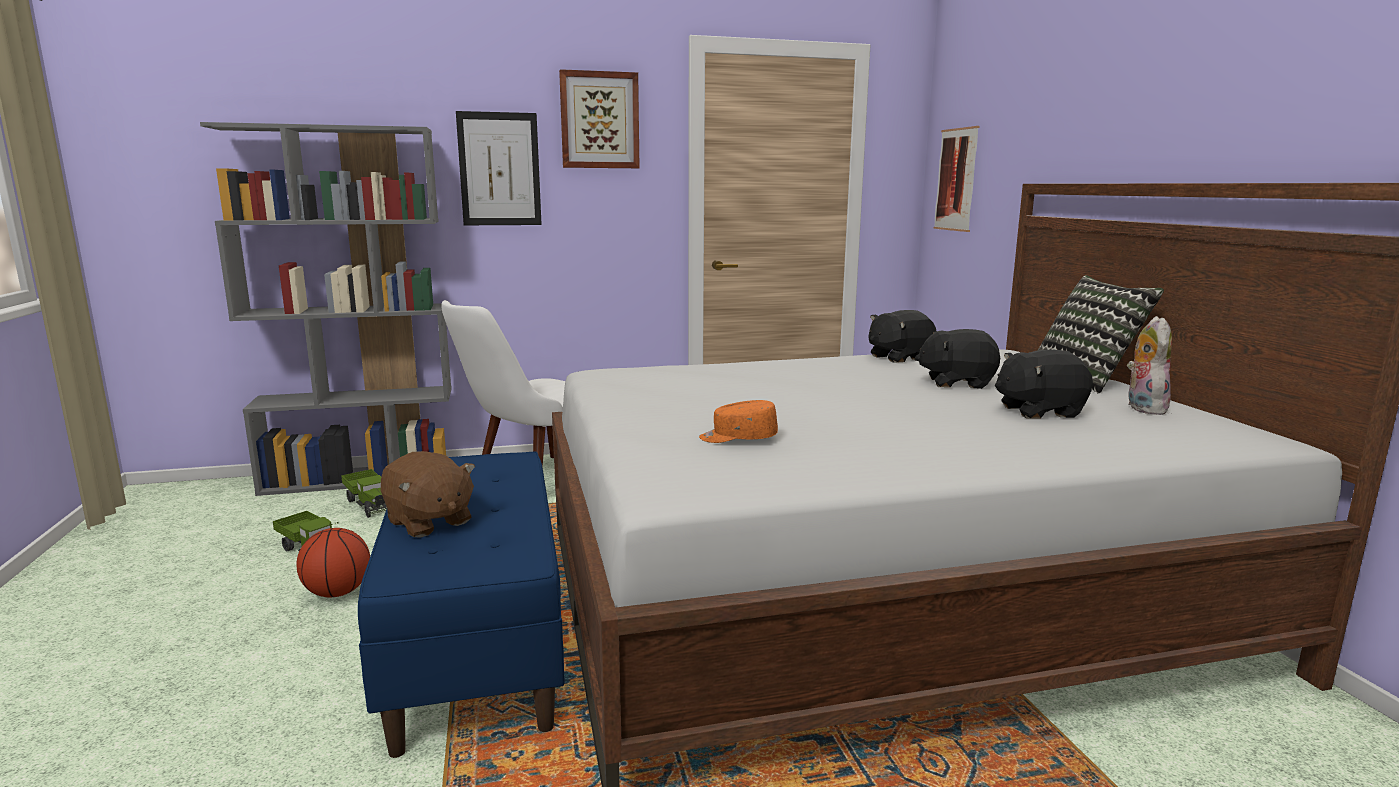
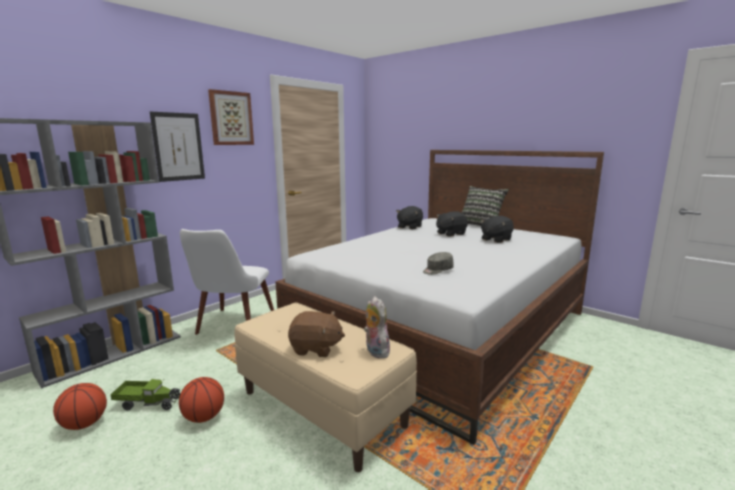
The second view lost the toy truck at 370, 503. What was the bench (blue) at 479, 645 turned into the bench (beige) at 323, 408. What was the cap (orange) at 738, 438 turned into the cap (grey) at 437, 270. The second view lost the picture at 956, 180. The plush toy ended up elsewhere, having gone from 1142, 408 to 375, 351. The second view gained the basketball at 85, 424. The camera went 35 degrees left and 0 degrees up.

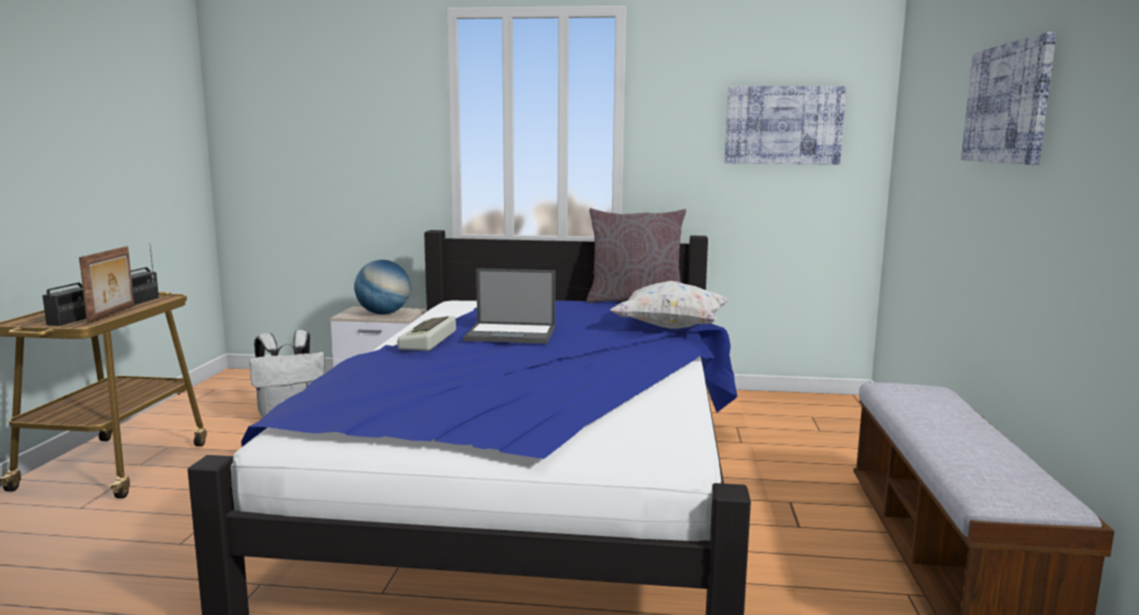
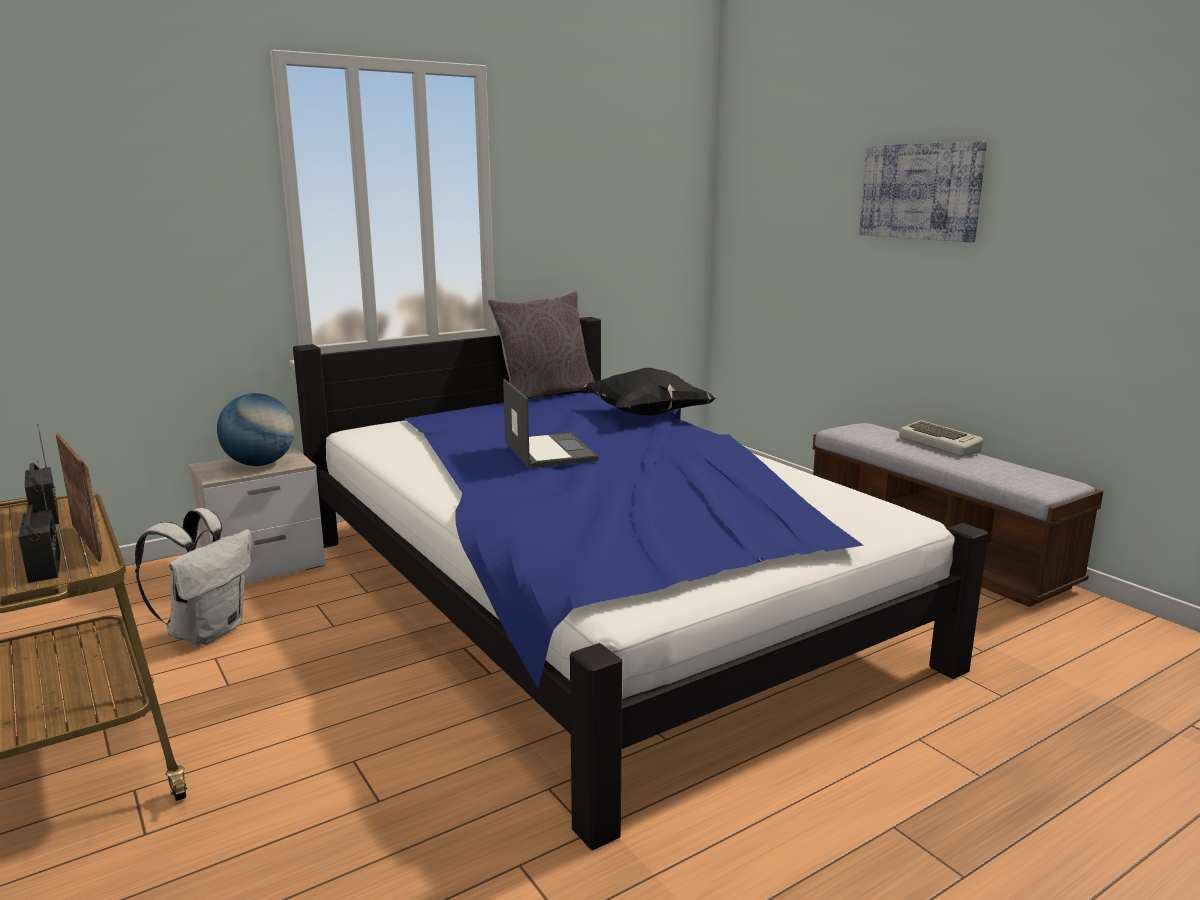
The keyboard ended up elsewhere, having gone from 430, 340 to 941, 445. The laptop at 512, 334 ended up facing another way, 75 degrees counterclockwise from before. What was the pillow (white) at 670, 328 turned into the pillow (black) at 646, 415. The second view lost the picture at 783, 125. The camera went 40 degrees left and 5 degrees up.

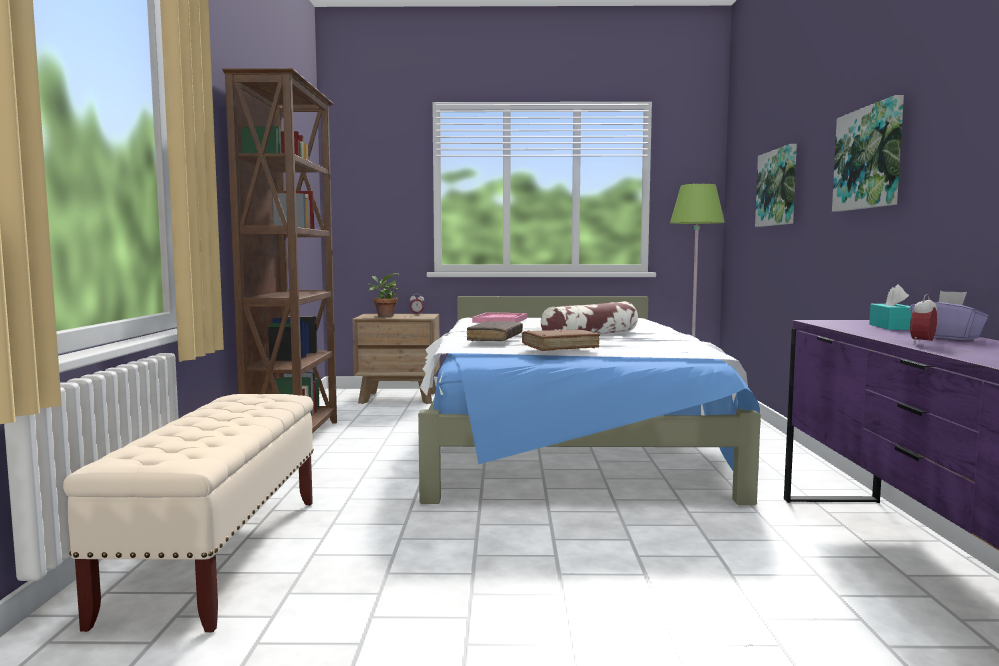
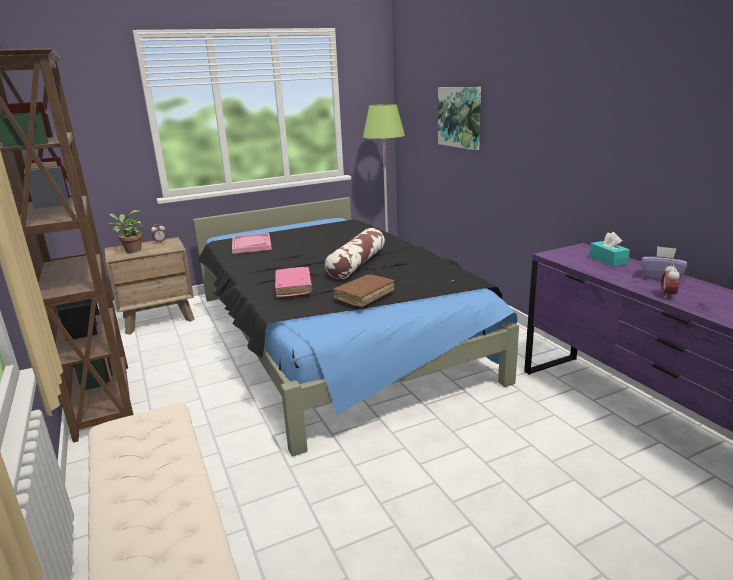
What was the bed (white) at 565, 434 turned into the bed (black) at 333, 335. What was the book (brown) at 495, 338 turned into the book (pink) at 293, 287. The second view lost the picture at 869, 158. The camera went 25 degrees left and 15 degrees up.

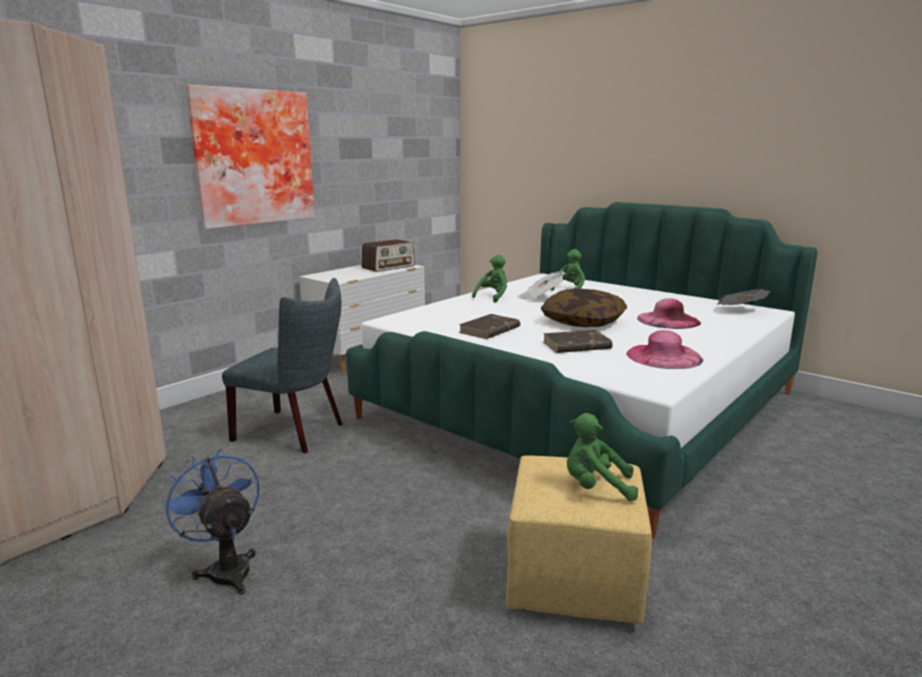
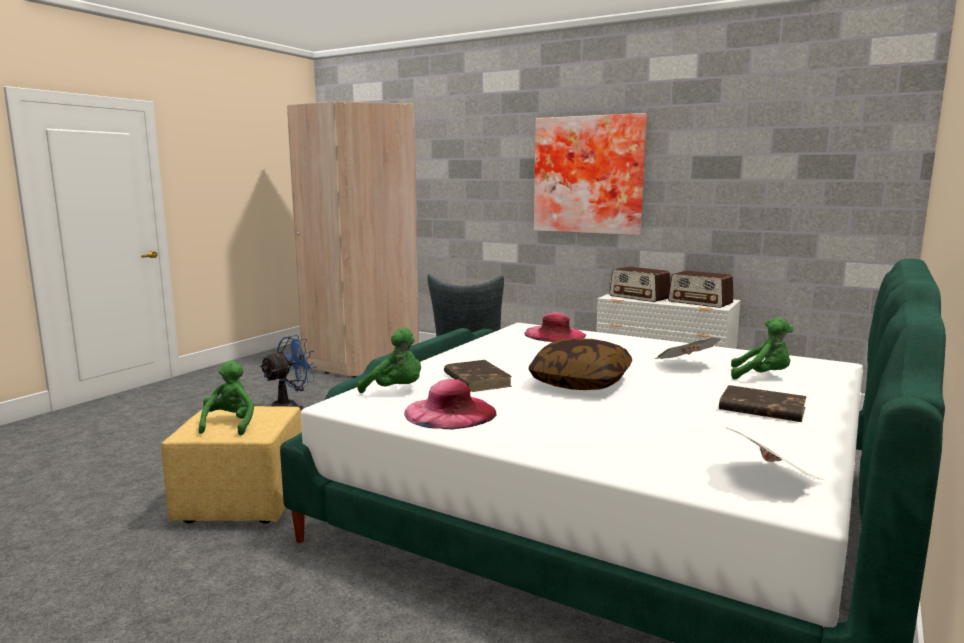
The book (brown) ended up elsewhere, having gone from 489, 330 to 761, 408. The plush toy (green) ended up elsewhere, having gone from 493, 297 to 396, 390. The hat (pink) ended up elsewhere, having gone from 668, 320 to 555, 334. The second view gained the radio at 639, 297. The camera went 80 degrees right and 5 degrees down.

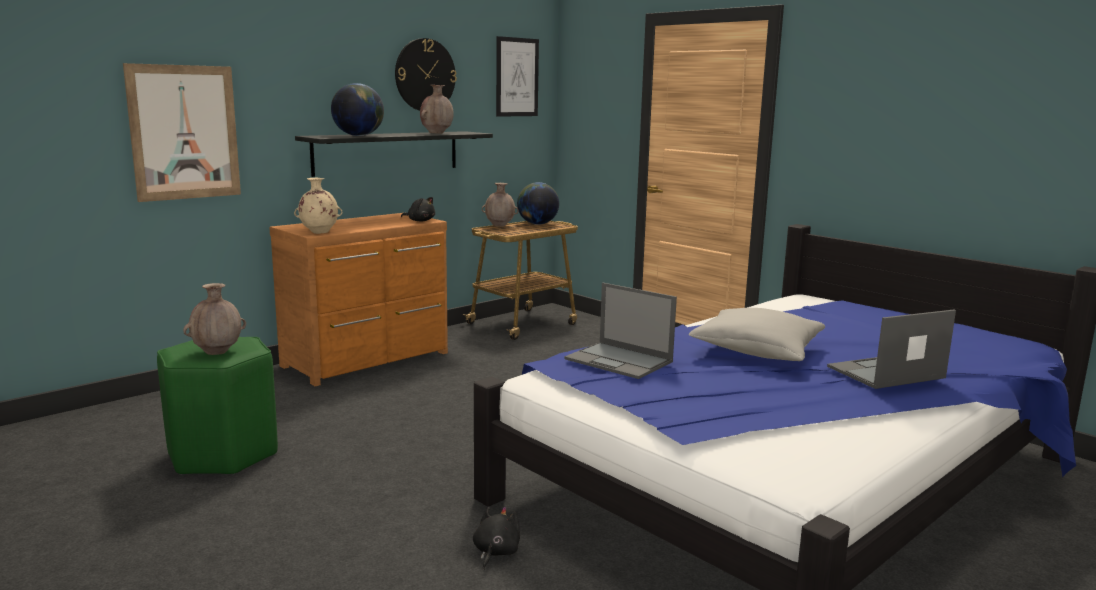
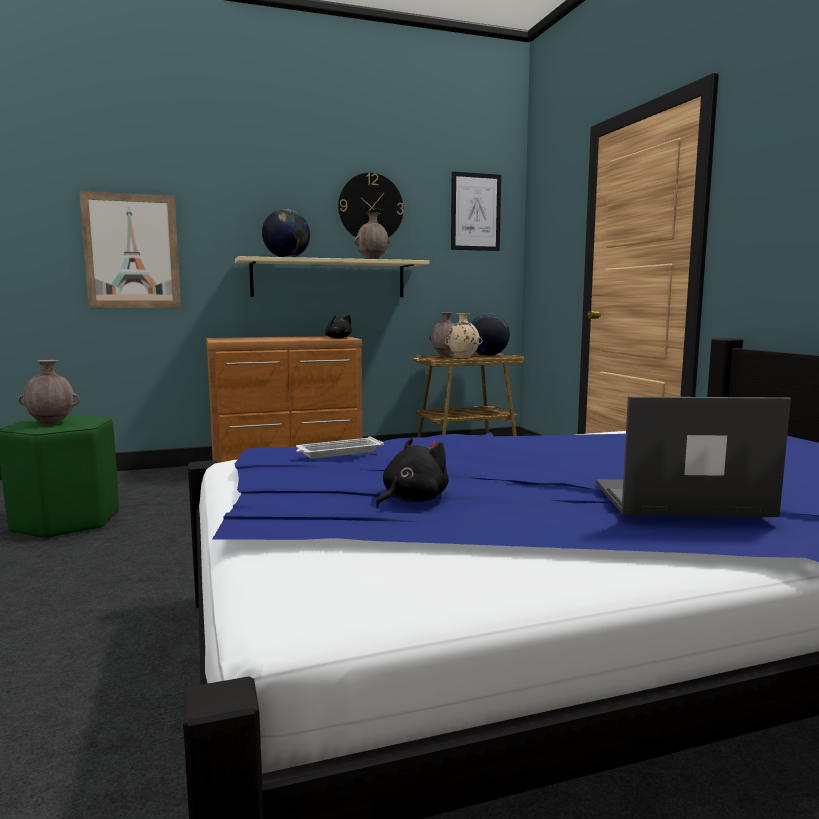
The vase (beige) ended up elsewhere, having gone from 319, 233 to 463, 358. What was the shelf (black) at 387, 152 turned into the shelf (beige) at 329, 279. The plush toy (black) ended up elsewhere, having gone from 495, 552 to 411, 500. Where the laptop stood at 620, 361, the tray (white) came to stand at 338, 453. The second view lost the pillow (grey) at 756, 351. The camera went 25 degrees right and 5 degrees down.

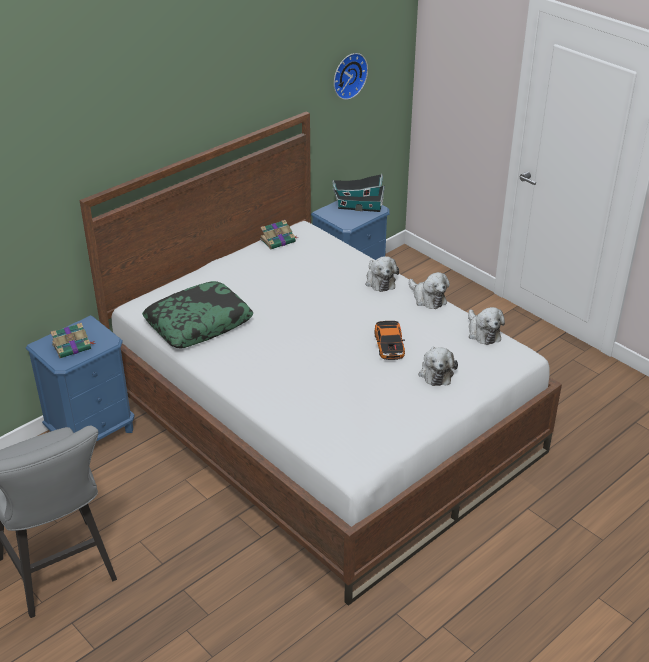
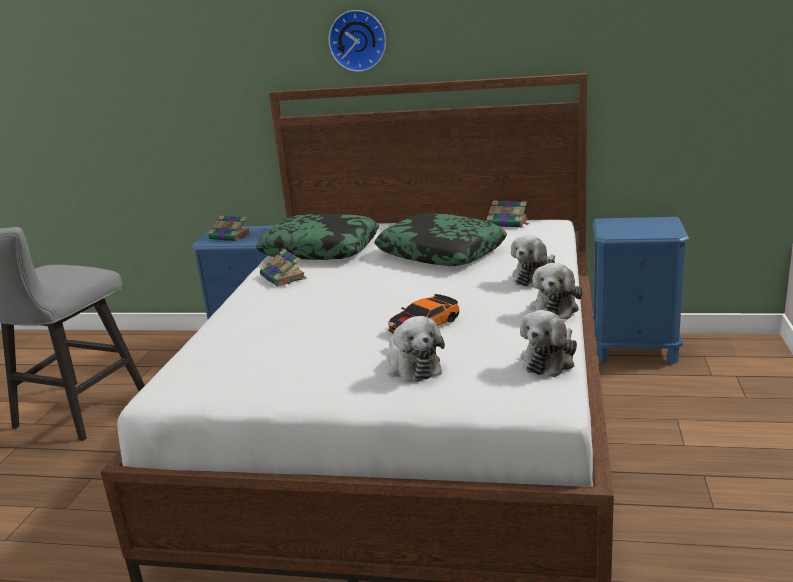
The second view lost the toy house at 358, 207. The wall clock ended up elsewhere, having gone from 348, 75 to 358, 40. The plush toy at 436, 372 ended up facing another way, 75 degrees counterclockwise from before. The second view gained the book at 283, 277. The second view gained the pillow at 440, 252. The camera went 55 degrees right and 15 degrees down.

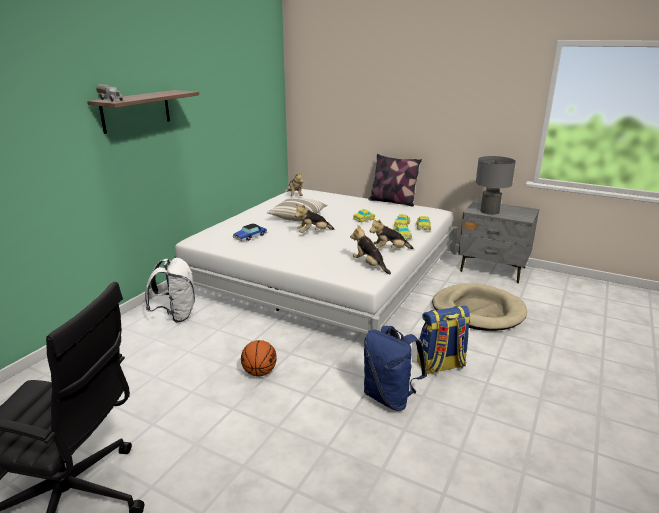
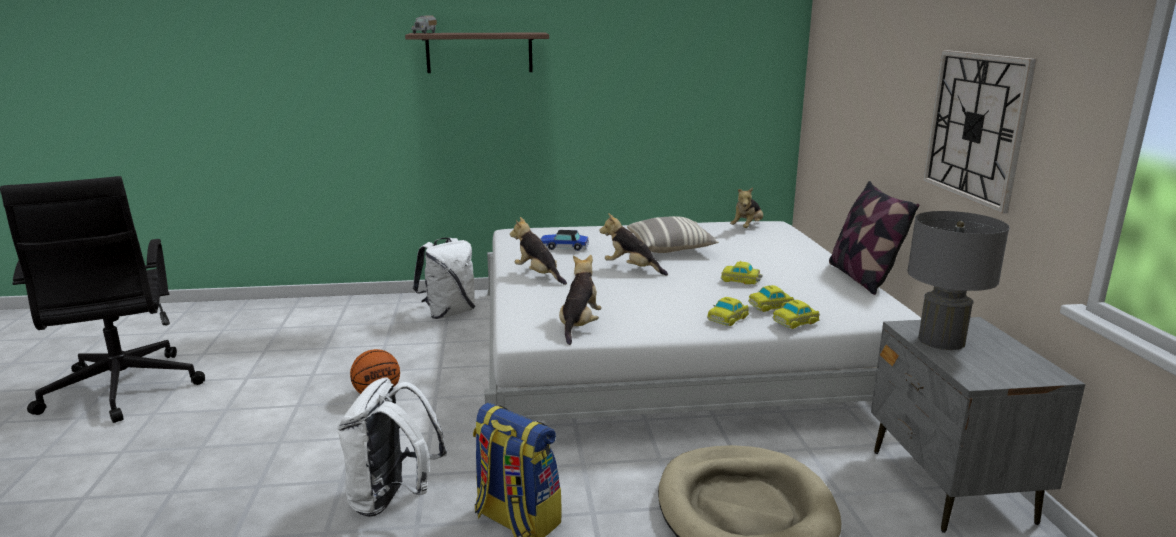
What was the backpack (blue) at 390, 397 turned into the backpack (white) at 392, 499. The plush toy ended up elsewhere, having gone from 389, 250 to 538, 275. The second view gained the wall clock at 975, 127. The camera went 55 degrees right and 5 degrees down.

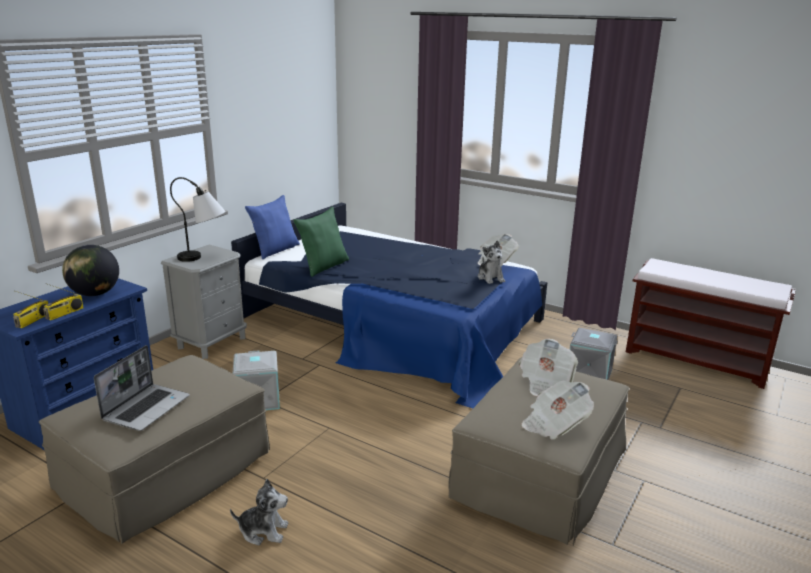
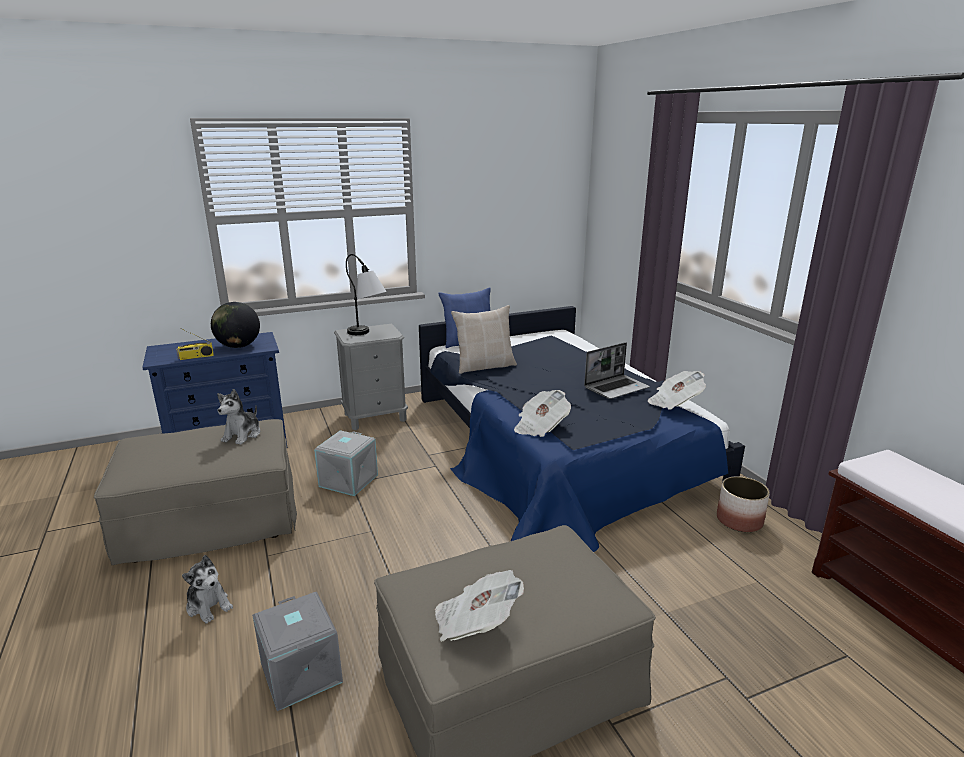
The second view lost the radio at 33, 320. The laptop ended up elsewhere, having gone from 147, 408 to 616, 388. What was the pillow (green) at 323, 266 turned into the pillow (beige) at 484, 366. The plush toy ended up elsewhere, having gone from 490, 278 to 242, 435. The newspaper ended up elsewhere, having gone from 545, 382 to 540, 427. The storage box (grey) ended up elsewhere, having gone from 588, 374 to 299, 673. The second view gained the planter at 739, 520. The camera went 35 degrees right and 0 degrees up.

